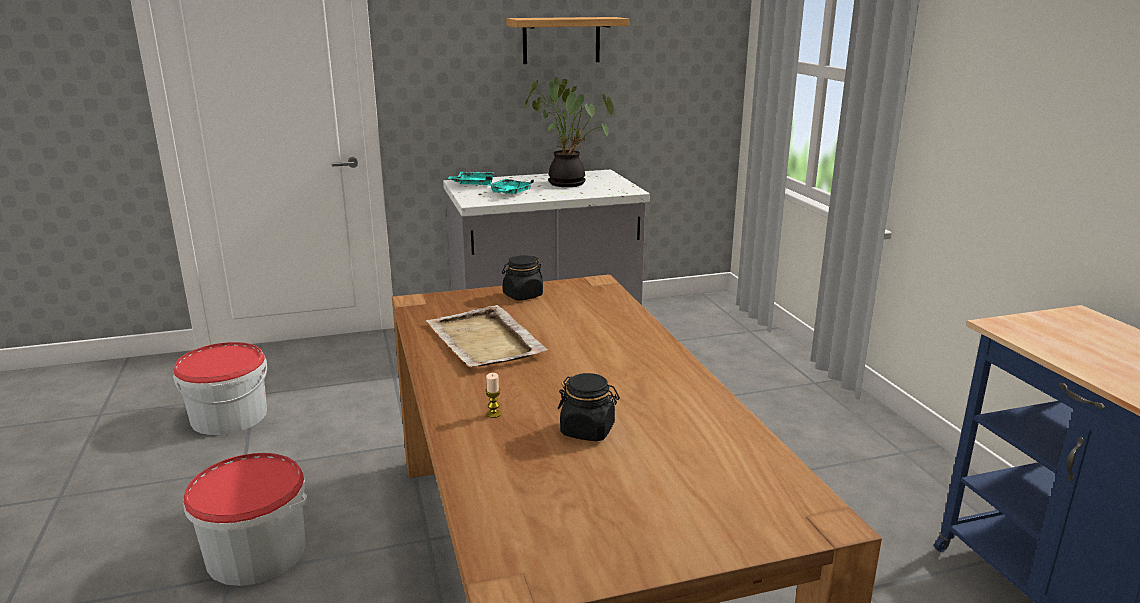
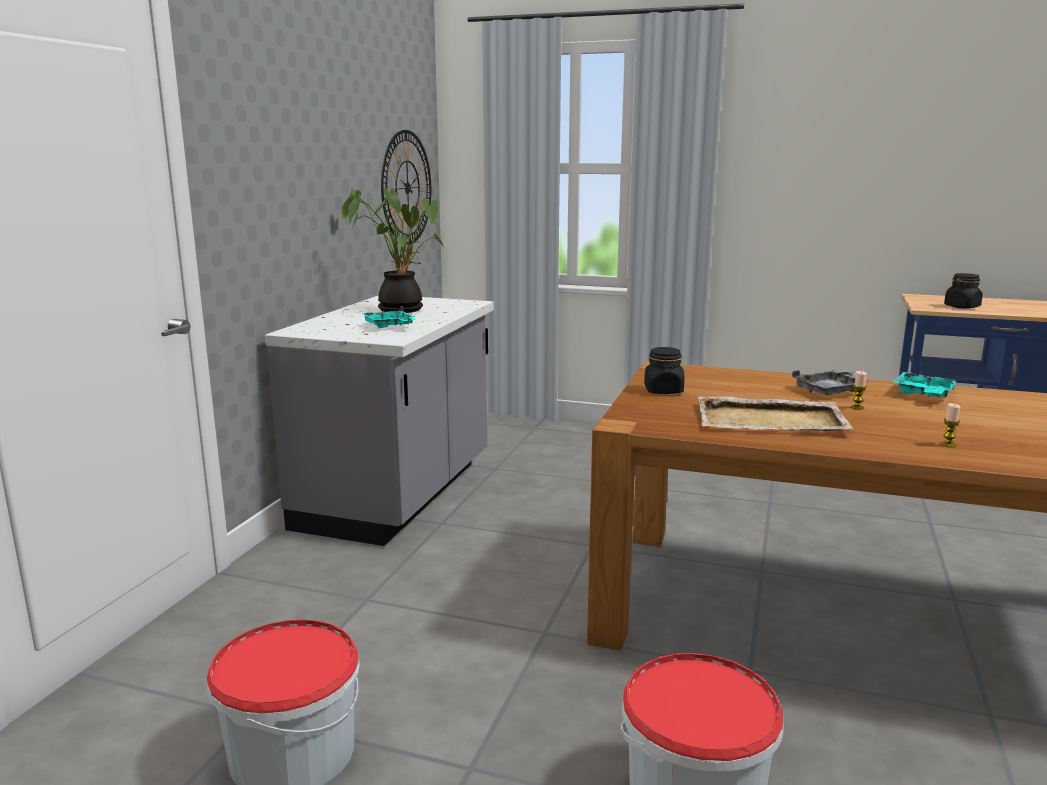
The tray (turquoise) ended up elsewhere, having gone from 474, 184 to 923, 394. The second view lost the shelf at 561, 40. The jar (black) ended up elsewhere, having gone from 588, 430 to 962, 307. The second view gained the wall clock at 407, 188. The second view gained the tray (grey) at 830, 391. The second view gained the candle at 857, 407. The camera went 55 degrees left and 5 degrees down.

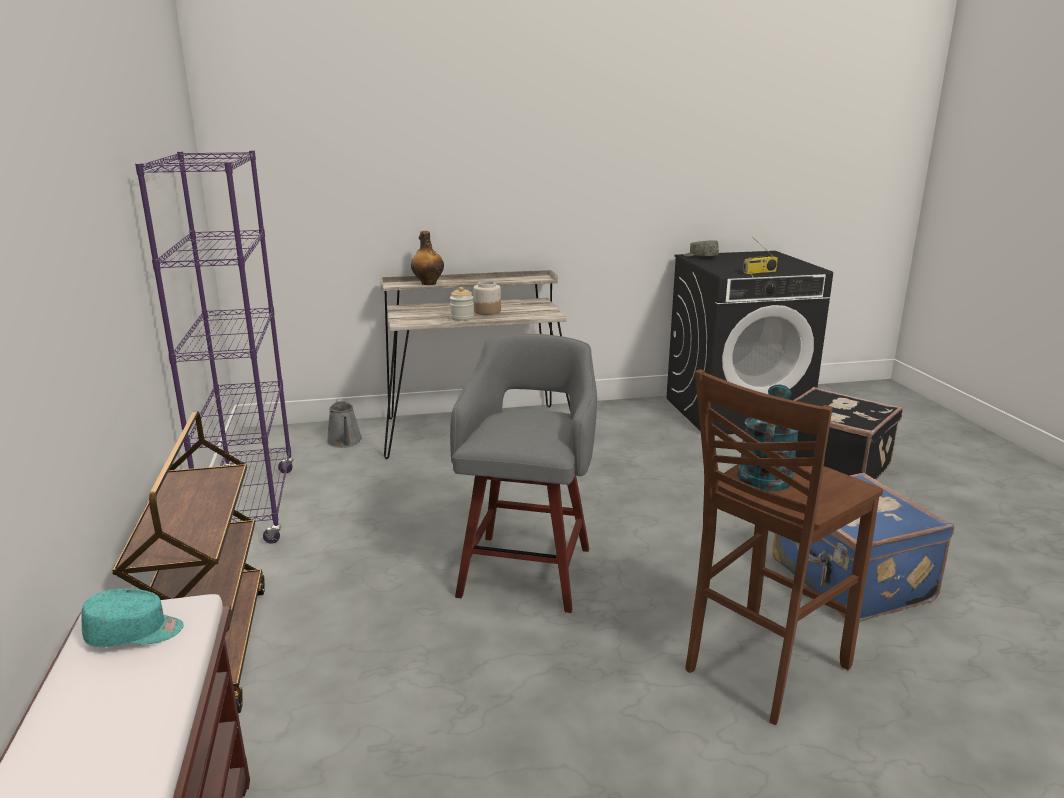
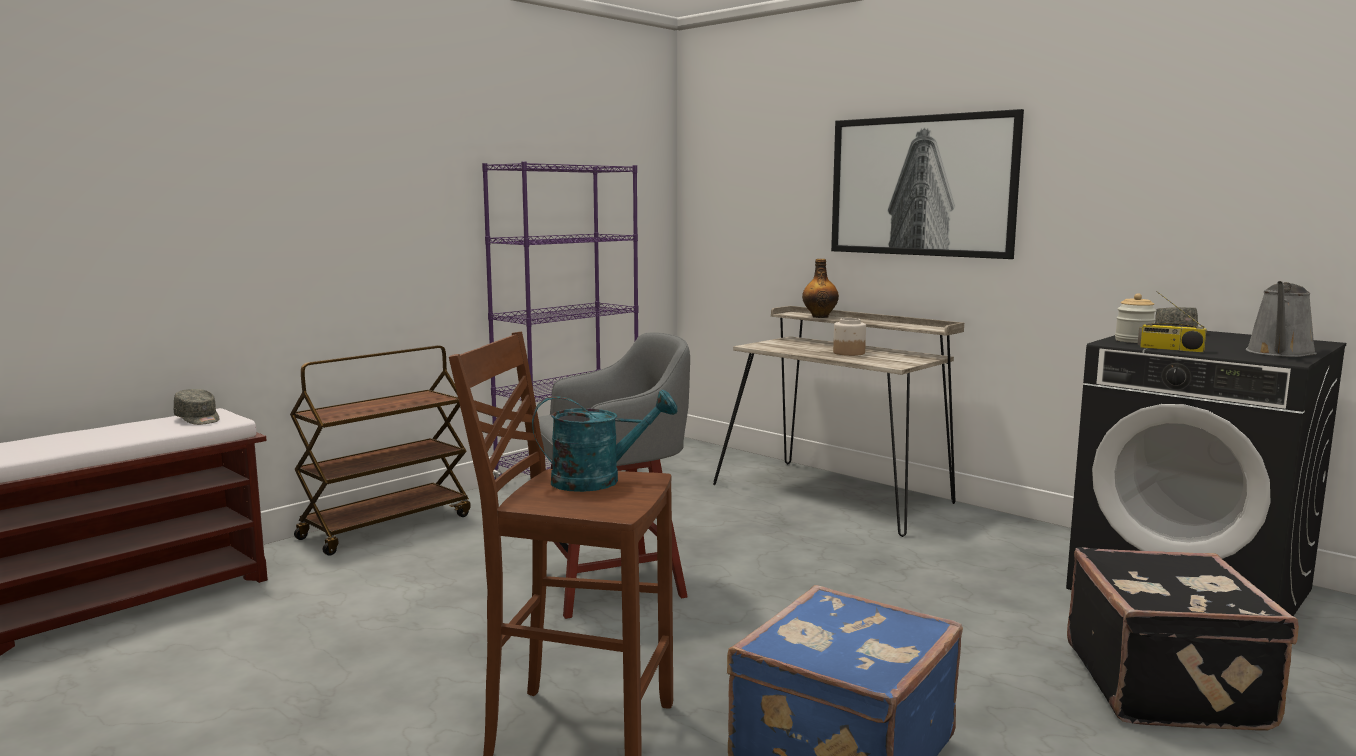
What was the cap (turquoise) at 135, 633 turned into the cap (grey) at 198, 419. The watering can (grey) ended up elsewhere, having gone from 345, 442 to 1279, 353. The jar ended up elsewhere, having gone from 462, 318 to 1133, 340. The second view gained the picture at 922, 186. The camera went 55 degrees right and 10 degrees down.

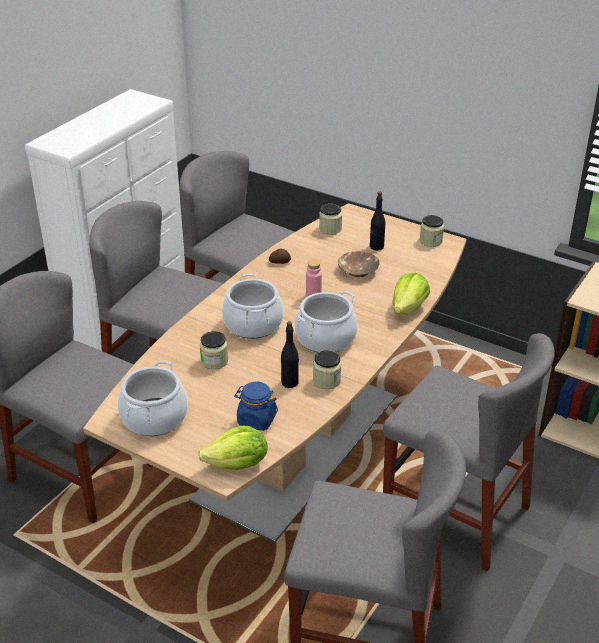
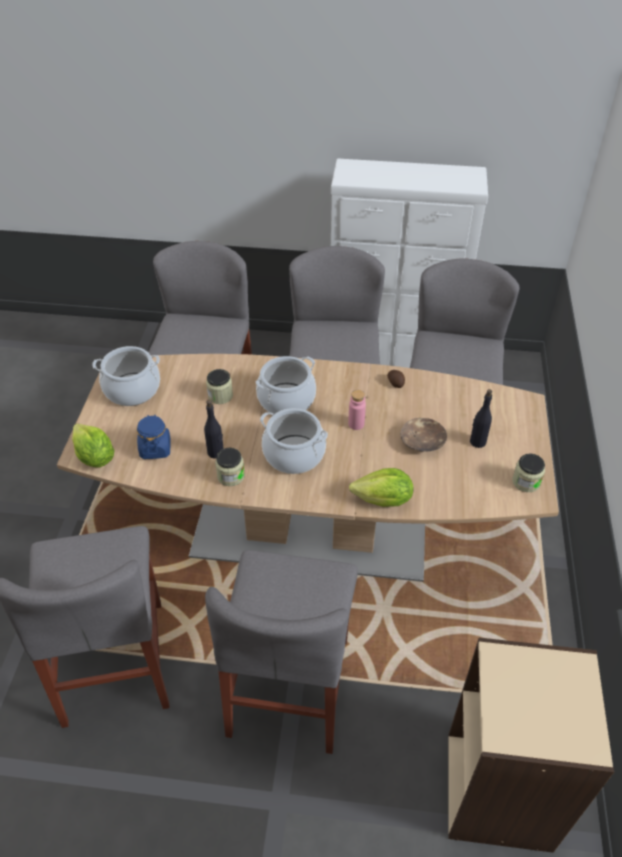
The second view lost the jar at 330, 229. The camera went 65 degrees right and 10 degrees up.

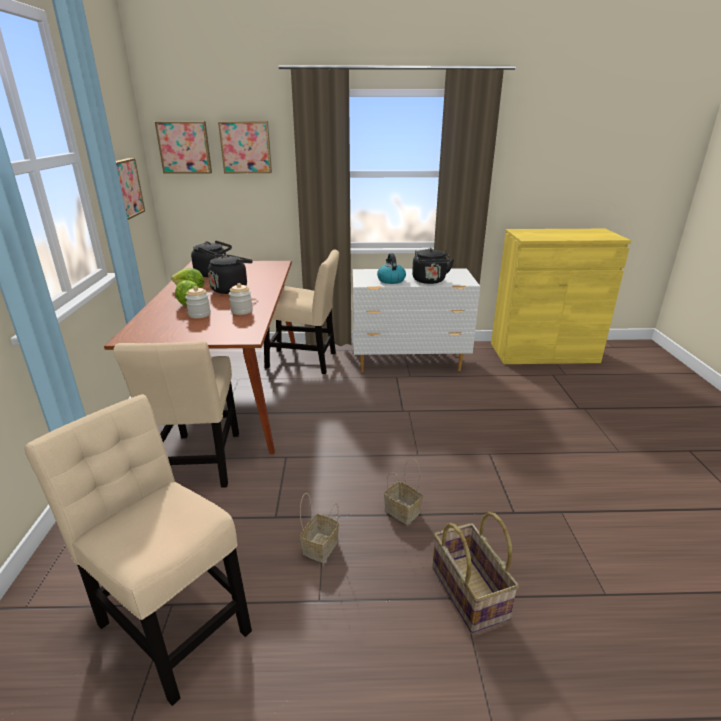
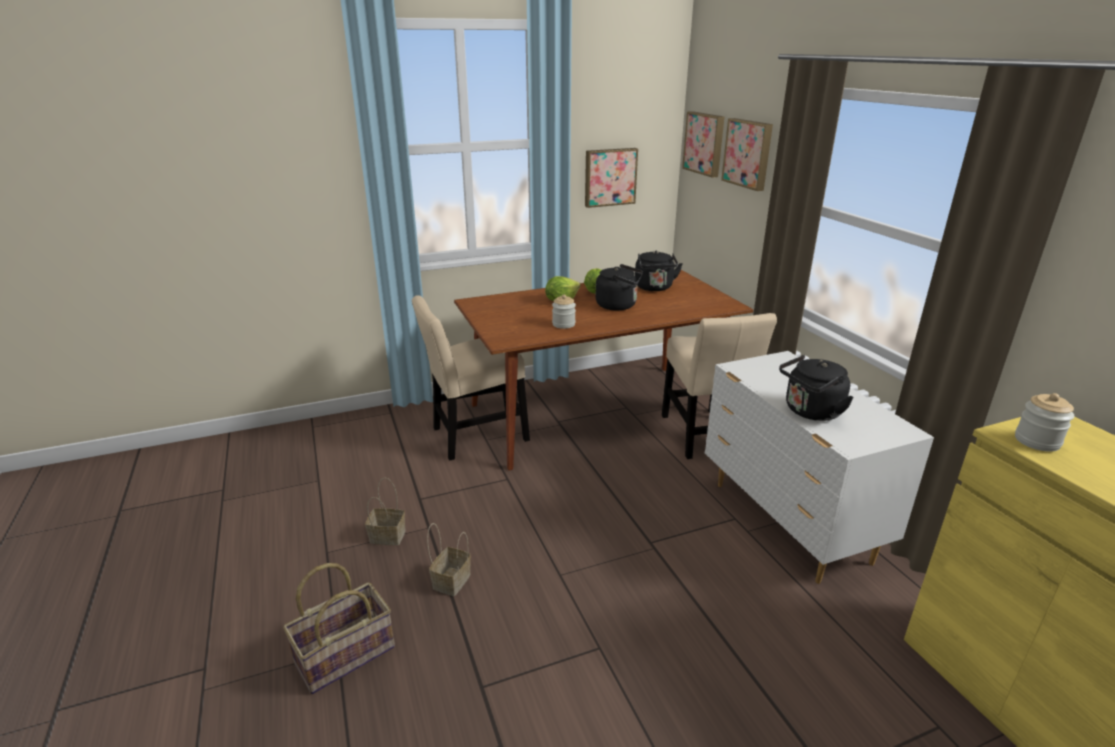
The second view lost the chair (beige) at 171, 621. The jar ended up elsewhere, having gone from 199, 314 to 1037, 441. The second view lost the kettle at 391, 280. The camera went 70 degrees right and 0 degrees up.

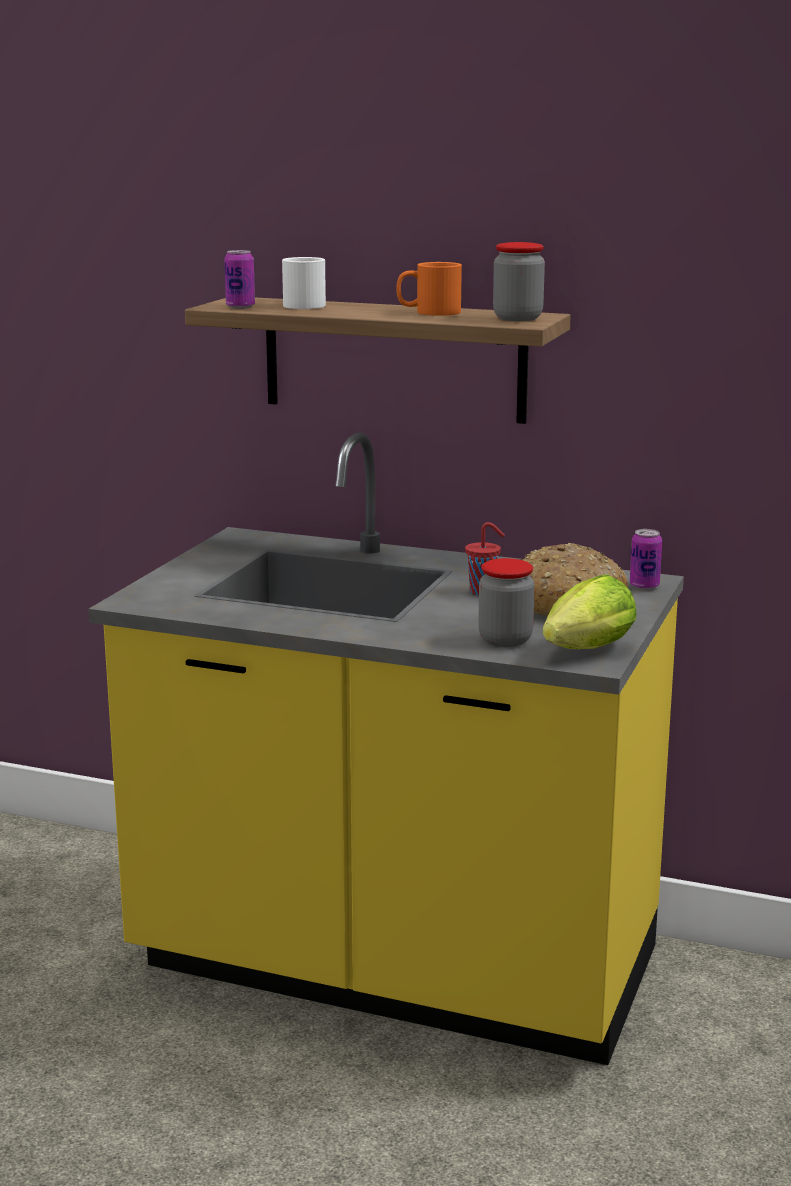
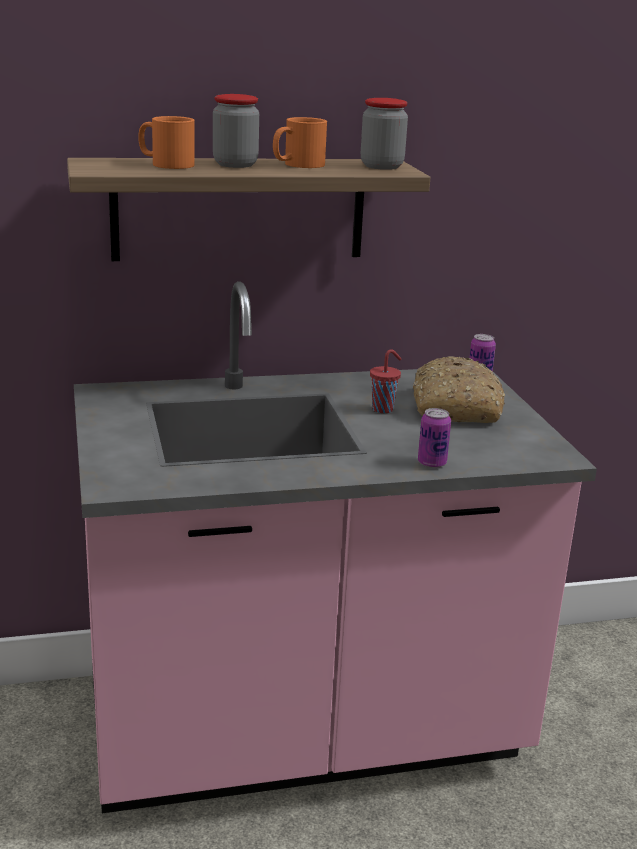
What was the counter (yellow) at 395, 968 turned into the counter (pink) at 303, 734. The can ended up elsewhere, having gone from 240, 307 to 432, 463. What was the mug (white) at 300, 305 turned into the mug (orange) at 165, 164. The jar ended up elsewhere, having gone from 505, 640 to 235, 164. The second view lost the lettuce at 584, 652. The camera went 35 degrees left and 5 degrees up.

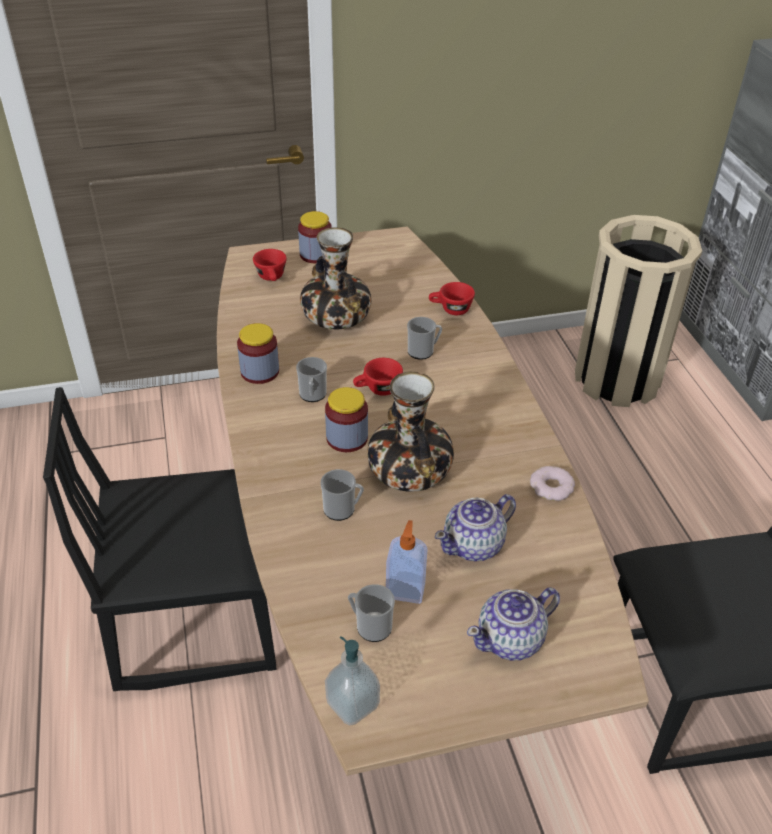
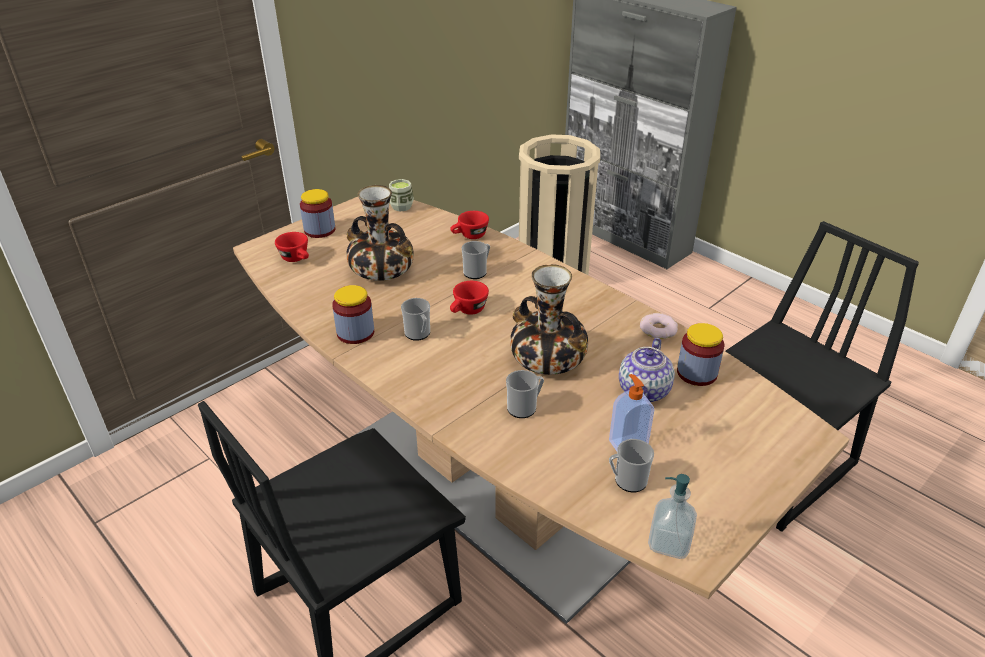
The jar ended up elsewhere, having gone from 347, 438 to 696, 373. The second view lost the teapot at 511, 639. The second view gained the cup at 401, 206. The camera went 30 degrees left and 5 degrees down.

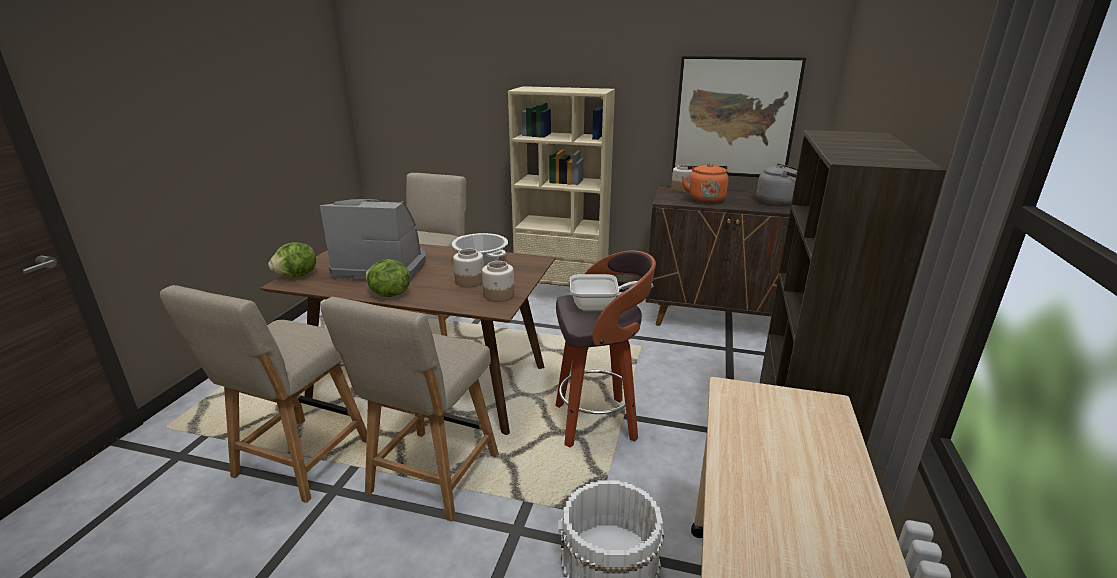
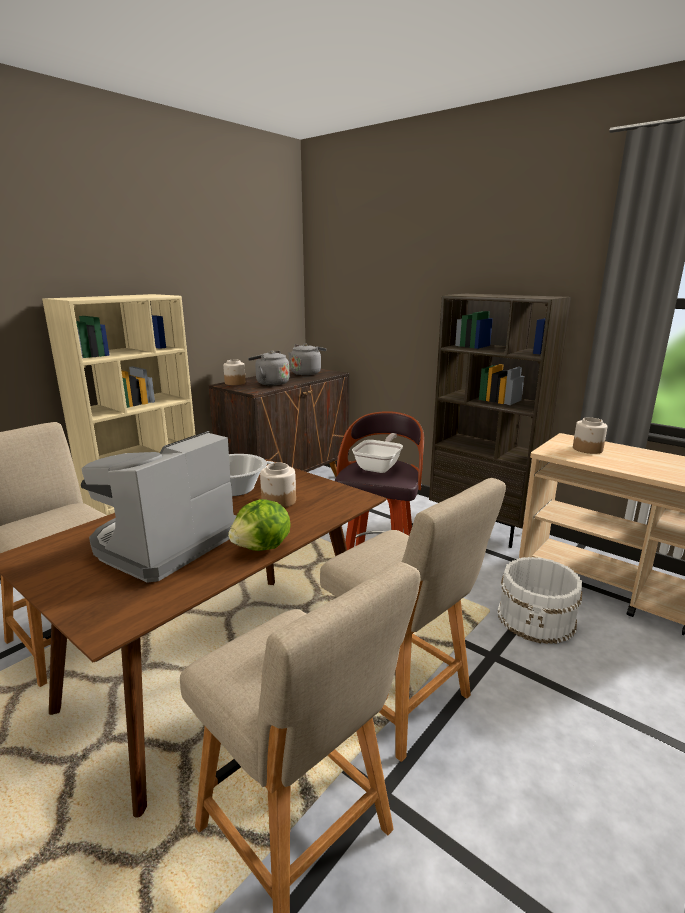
The second view lost the lettuce at 297, 276. The jar ended up elsewhere, having gone from 499, 295 to 588, 449. The second view lost the picture at 734, 117. What was the kettle (orange) at 705, 199 turned into the kettle (grey) at 270, 383. The camera went 65 degrees left and 5 degrees down.

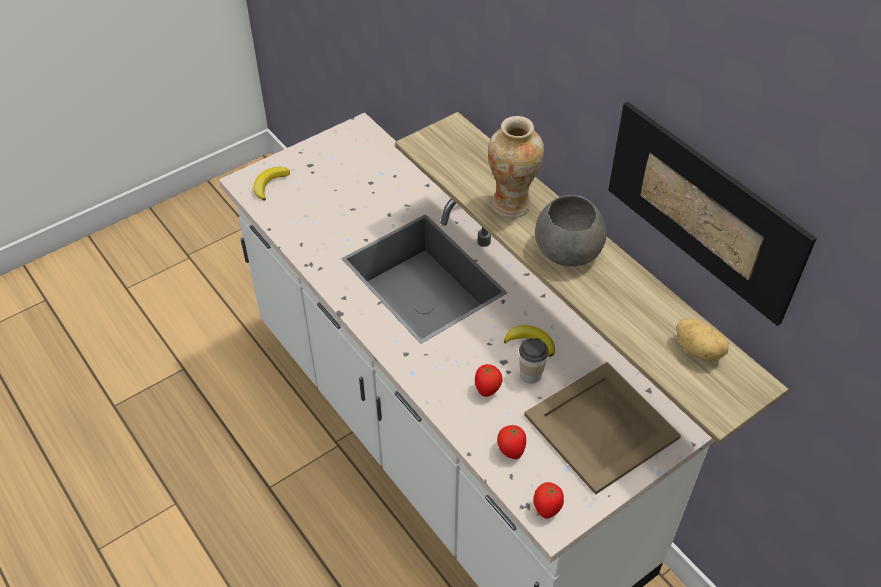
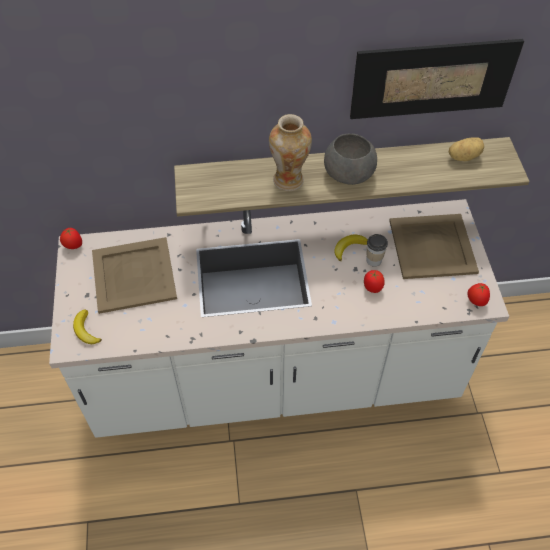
The tomato ended up elsewhere, having gone from 510, 450 to 73, 246. The second view gained the tray (beige) at 134, 274. The camera went 60 degrees left and 5 degrees up.

